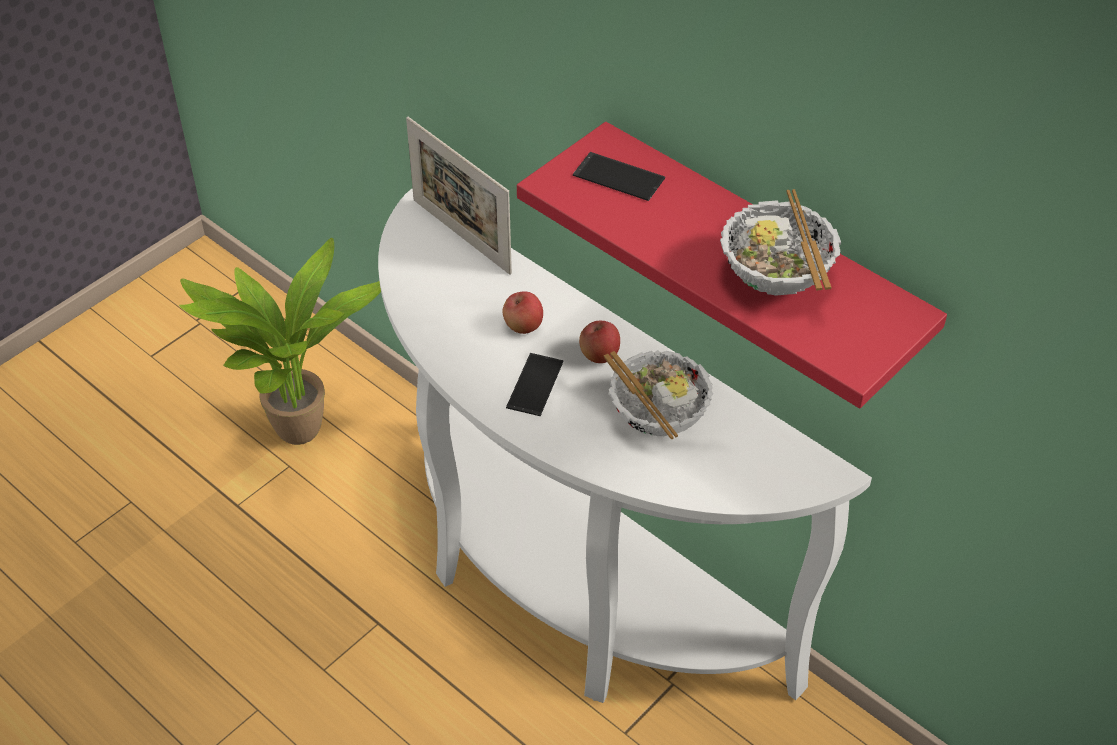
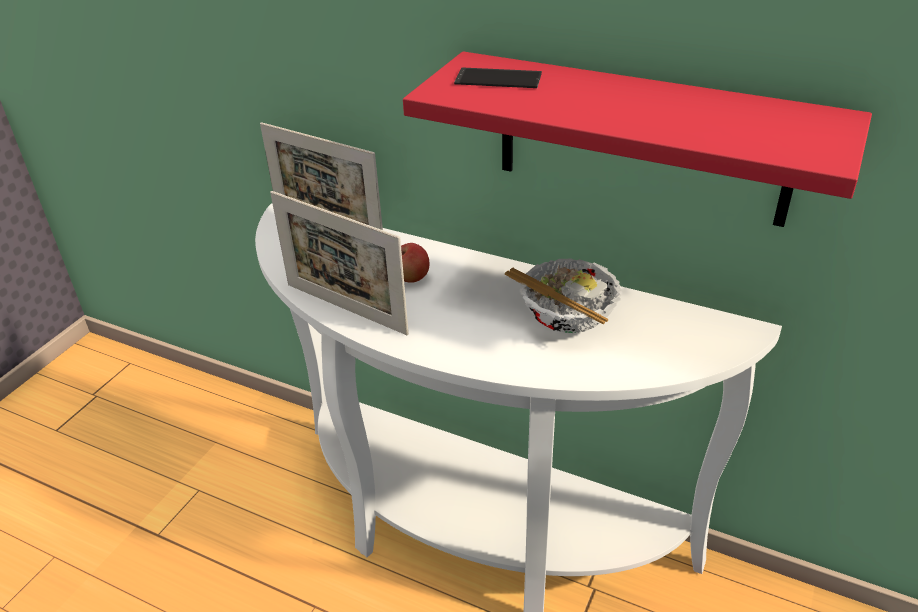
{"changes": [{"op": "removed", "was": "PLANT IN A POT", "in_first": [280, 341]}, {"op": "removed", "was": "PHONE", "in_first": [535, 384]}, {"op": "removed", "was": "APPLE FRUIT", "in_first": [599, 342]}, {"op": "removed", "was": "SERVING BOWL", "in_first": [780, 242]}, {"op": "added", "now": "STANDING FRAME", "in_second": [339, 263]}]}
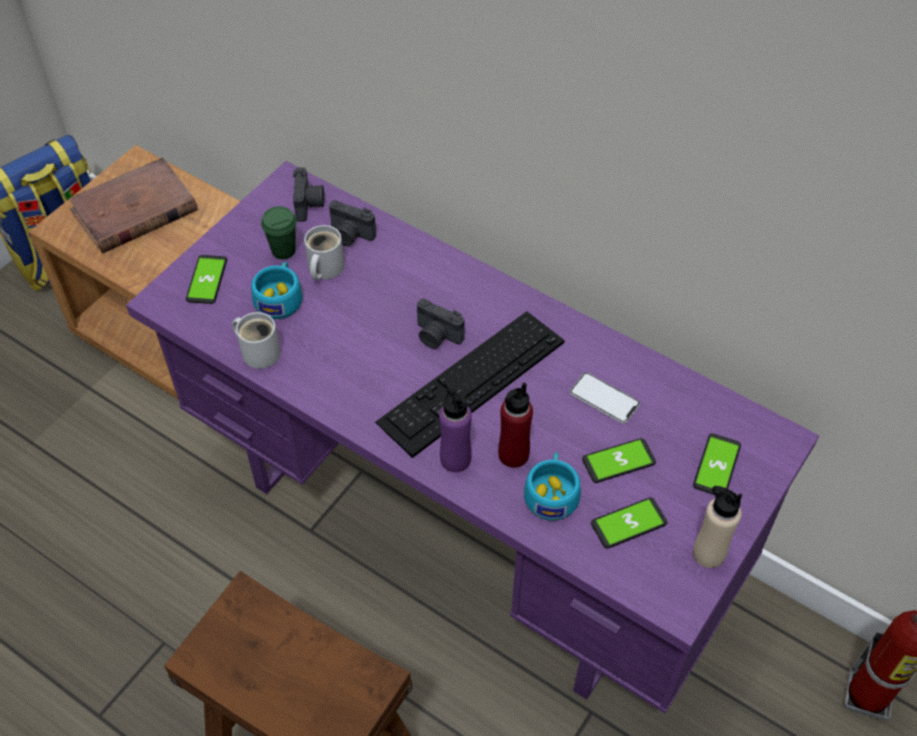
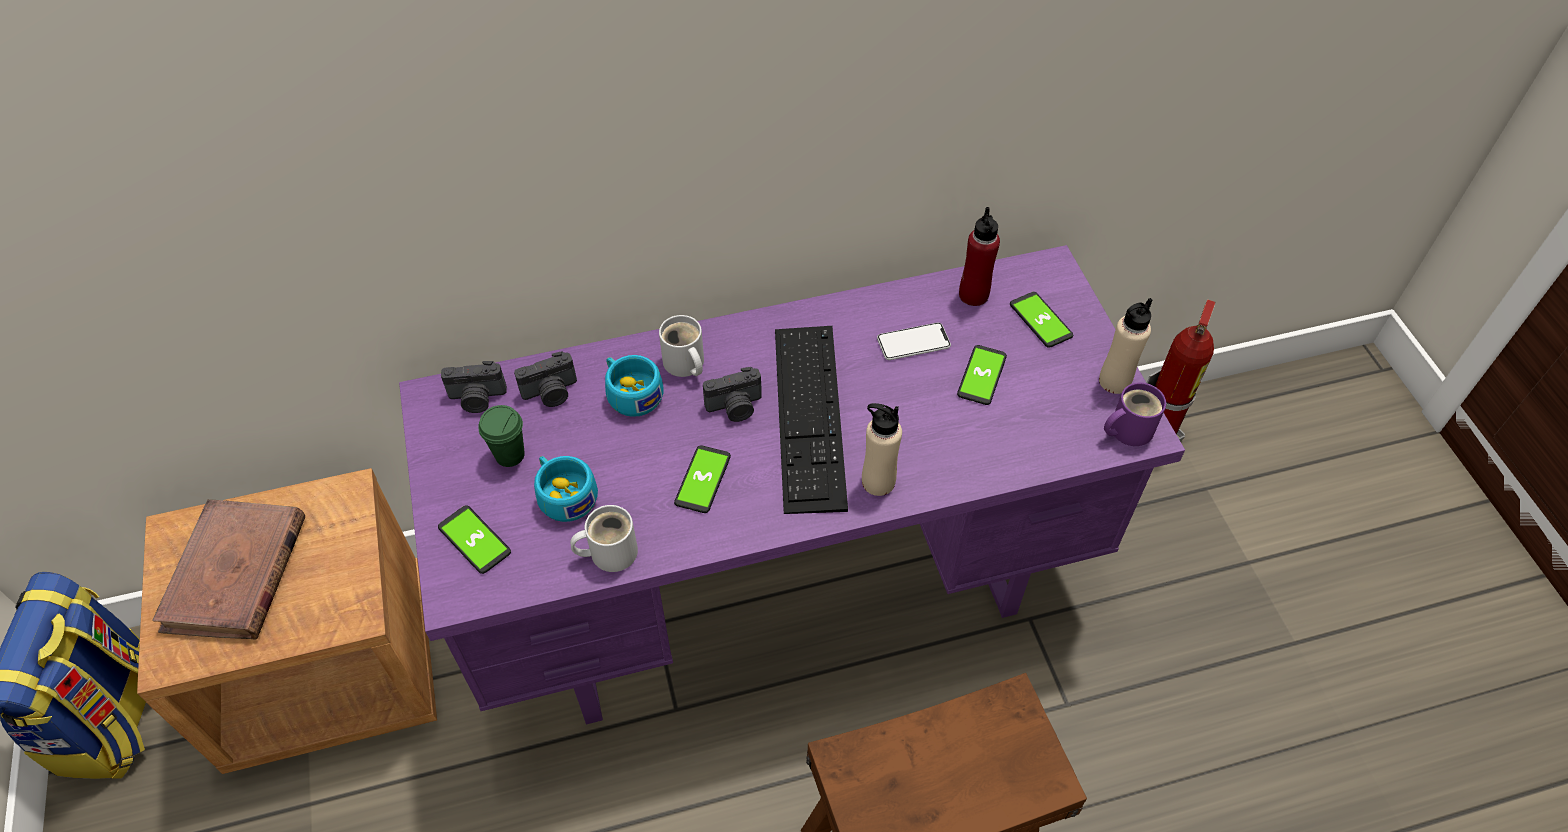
{"changes": [{"op": "added", "now": "PURPLE COFFEE MUG", "in_second": [1135, 414]}, {"op": "moved", "was": "WHITE COFFEE MUG", "in_first": [324, 252], "in_second": [681, 346]}, {"op": "moved", "was": "REDDISH DRINK BOTTLE", "in_first": [515, 425], "in_second": [979, 256]}, {"op": "moved", "was": "TURQUOISE-COLOURED DRINKING CUP", "in_first": [552, 486], "in_second": [634, 386]}, {"op": "moved", "was": "PHONE", "in_first": [629, 522], "in_second": [702, 479]}, {"op": "recoloured", "was": "PURPLE DRINK BOTTLE", "now": "SAND-COLOURED DRINK BOTTLE", "in_first": [455, 427], "in_second": [882, 449]}, {"op": "turned", "was": "PHOTO CAMERA", "in_first": [308, 194], "in_second": [474, 387], "clockwise": 135}]}
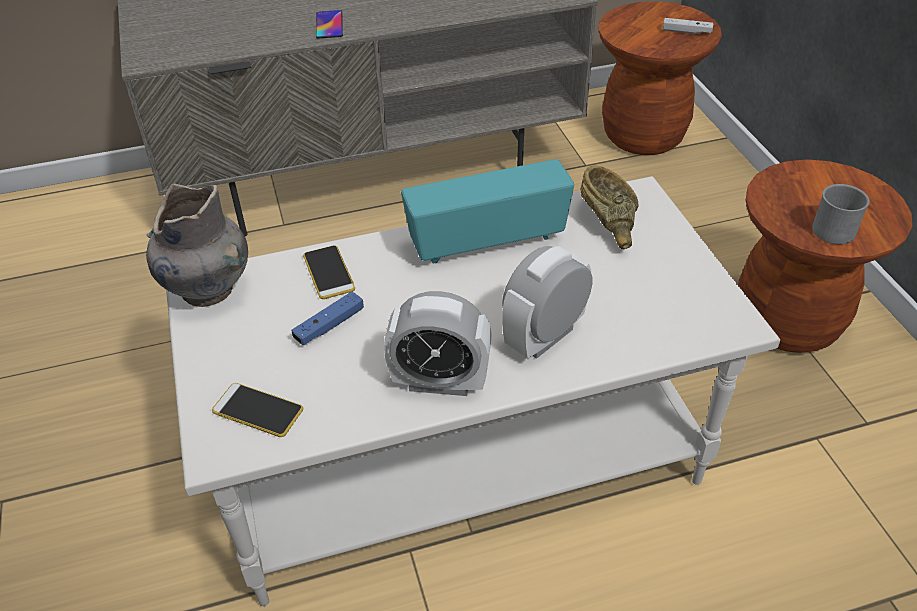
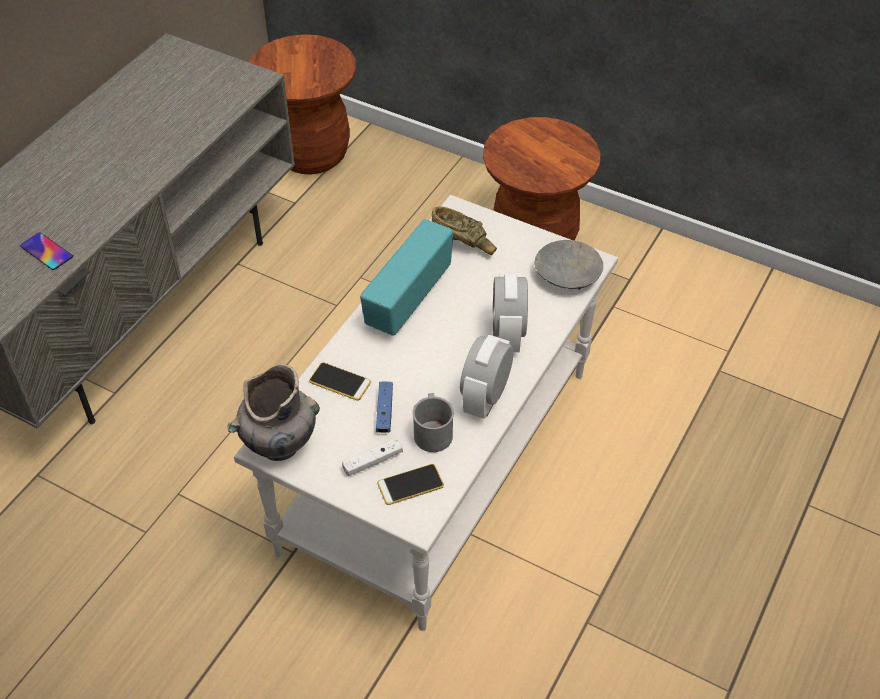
{"changes": [{"op": "added", "now": "GRAY SERVING BOWL", "in_second": [569, 265]}, {"op": "moved", "was": "PHONE", "in_first": [329, 24], "in_second": [46, 251]}, {"op": "moved", "was": "WHITE GAME CONTROLLER", "in_first": [688, 26], "in_second": [372, 457]}, {"op": "moved", "was": "GRAY COFFEE MUG", "in_first": [841, 214], "in_second": [433, 422]}, {"op": "turned", "was": "BEDSIDE CLOCK", "in_first": [438, 343], "in_second": [486, 376], "clockwise": 150}]}
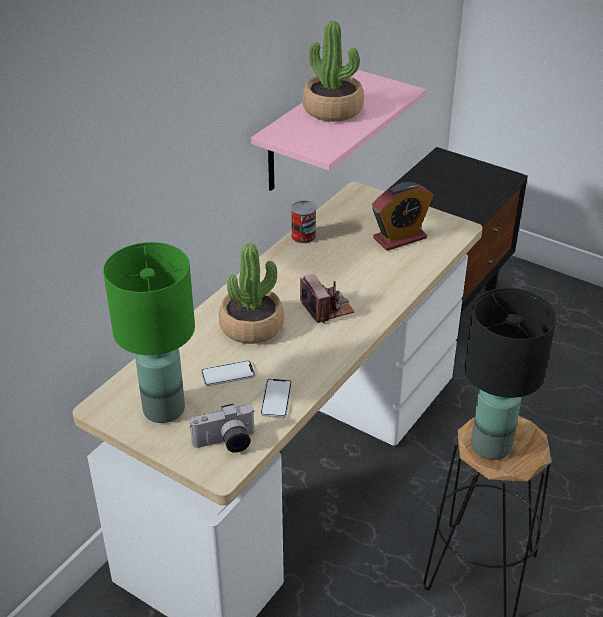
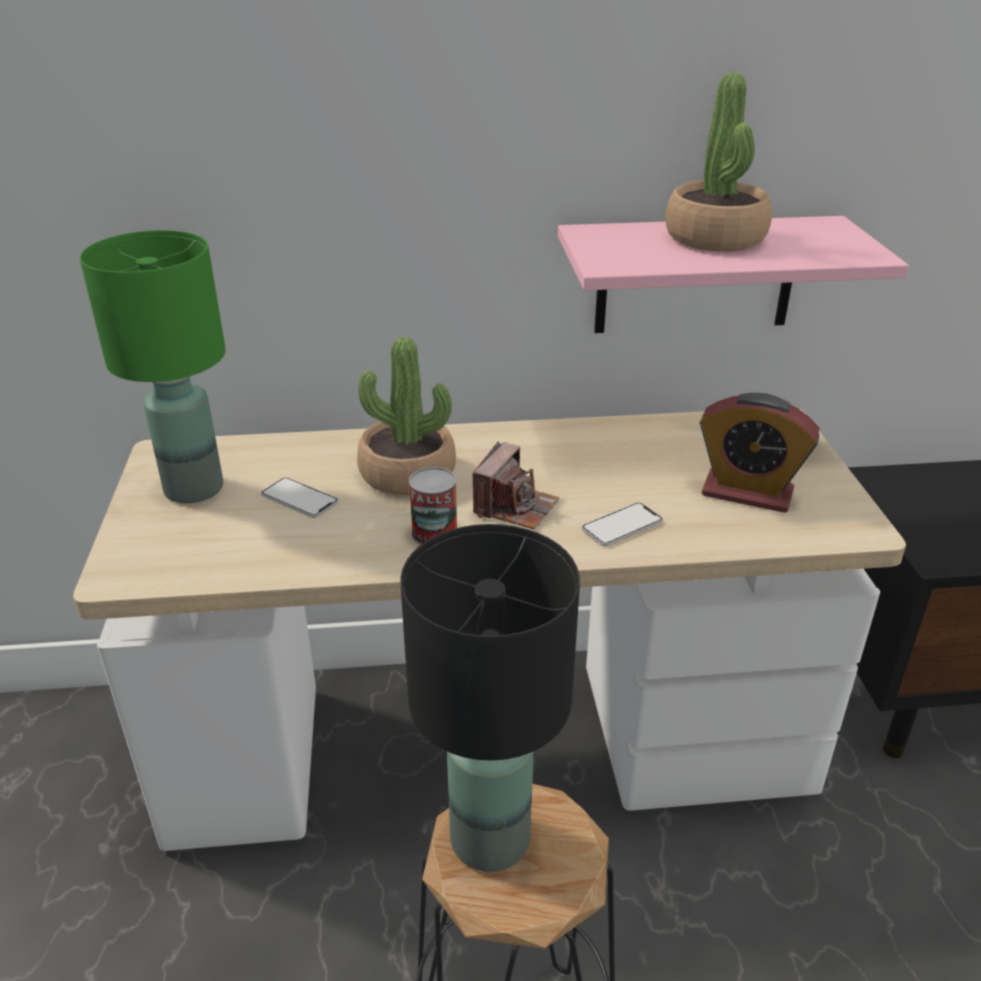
{"changes": [{"op": "removed", "was": "PHOTO CAMERA", "in_first": [222, 428]}, {"op": "moved", "was": "PHONE", "in_first": [276, 398], "in_second": [622, 524]}, {"op": "moved", "was": "CAN", "in_first": [303, 222], "in_second": [433, 505]}]}
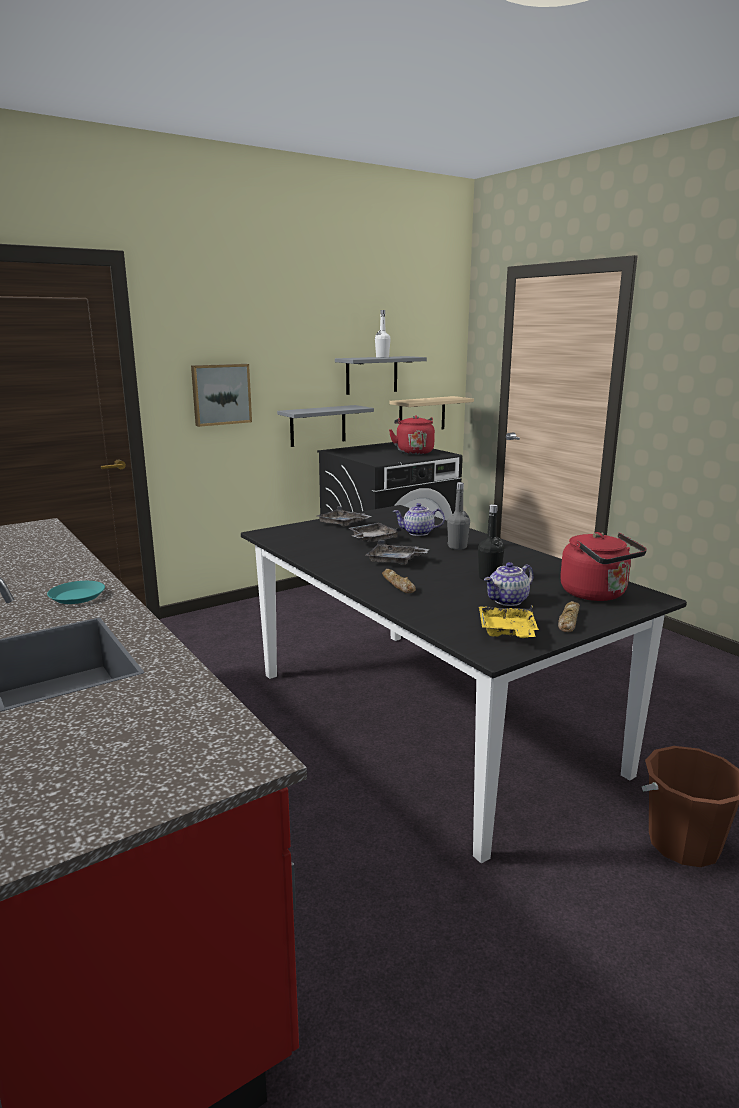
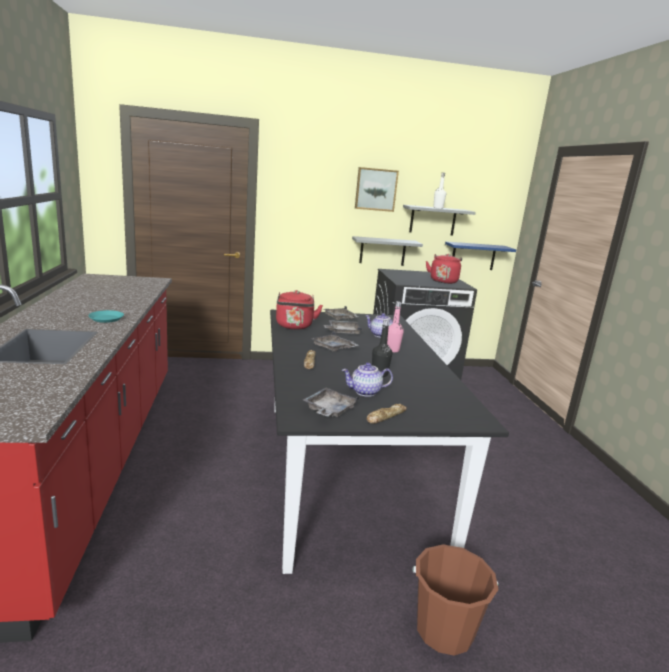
{"changes": [{"op": "moved", "was": "WALL PICTURE", "in_first": [221, 395], "in_second": [377, 189]}, {"op": "moved", "was": "REDDISH KETTLE", "in_first": [603, 566], "in_second": [299, 309]}, {"op": "recoloured", "was": "SAND-COLOURED WALL SHELF", "now": "BLUE WALL SHELF", "in_first": [431, 412], "in_second": [480, 256]}, {"op": "recoloured", "was": "GRAY DRINK BOTTLE", "now": "PINKISH DRINK BOTTLE", "in_first": [458, 516], "in_second": [395, 326]}, {"op": "recoloured", "was": "YELLOW-COLOURED TRAY", "now": "GRAY TRAY", "in_first": [509, 621], "in_second": [331, 402]}]}
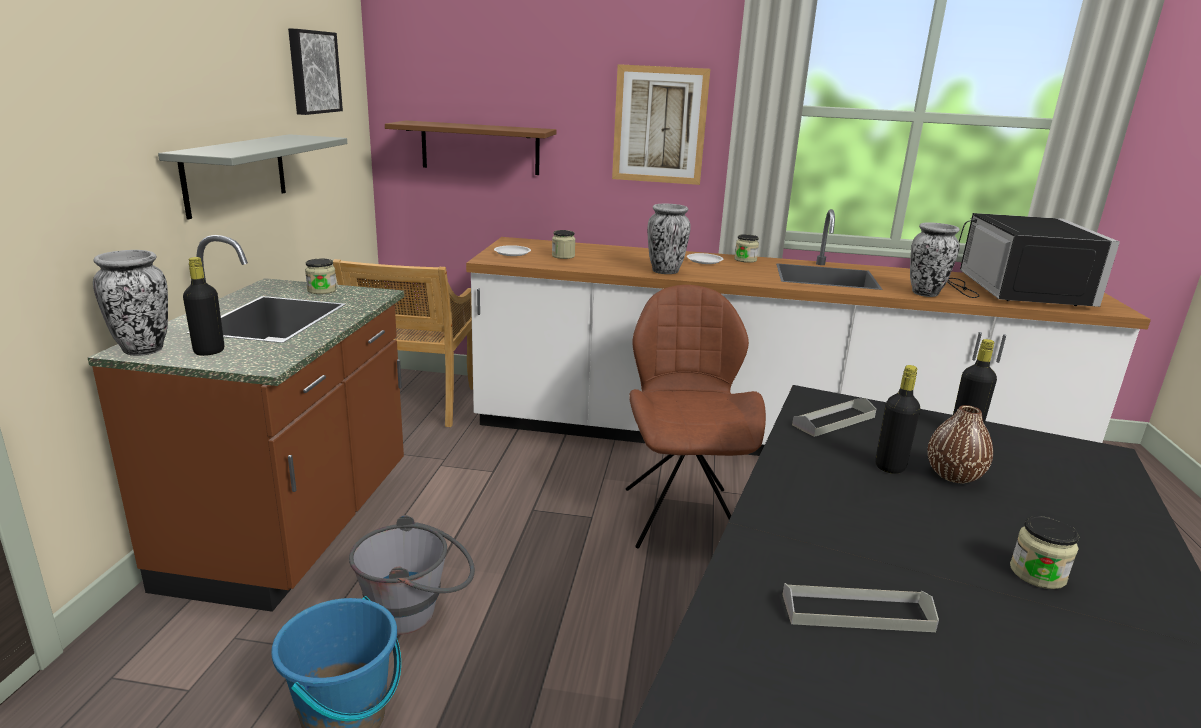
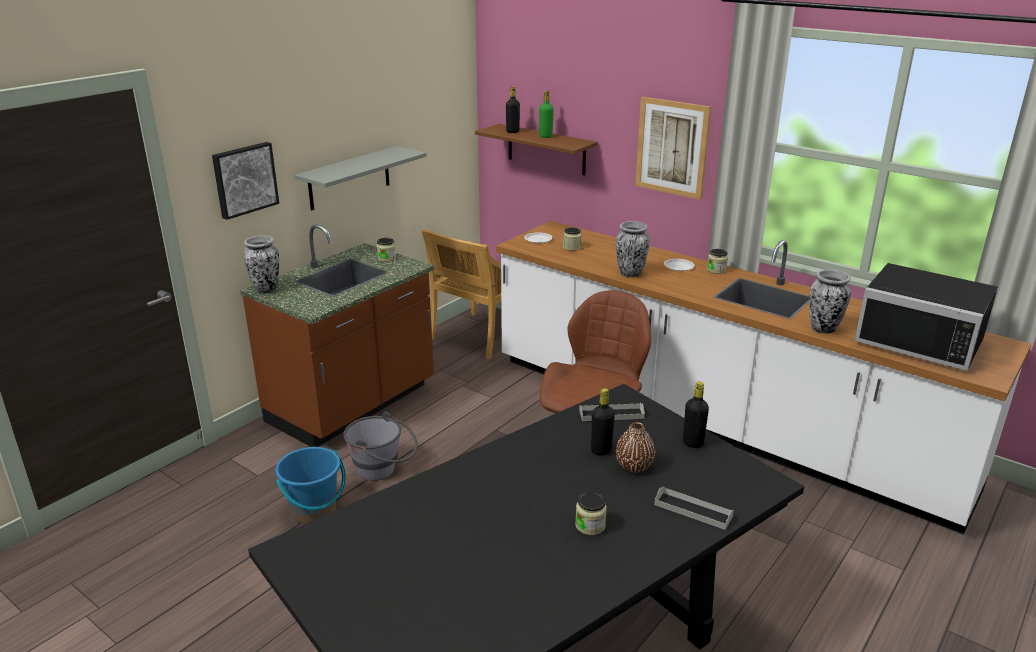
{"changes": [{"op": "added", "now": "GREEN-COLOURED DRINK BOTTLE", "in_second": [546, 114]}, {"op": "moved", "was": "BLACK-COLOURED DRINK BOTTLE", "in_first": [203, 306], "in_second": [513, 110]}, {"op": "moved", "was": "WALL PICTURE", "in_first": [315, 71], "in_second": [245, 181]}, {"op": "moved", "was": "GRAY TRAY", "in_first": [860, 607], "in_second": [694, 508]}, {"op": "turned", "was": "BLACK-COLOURED MICROWAVE OVEN", "in_first": [1033, 260], "in_second": [926, 317], "clockwise": 90}]}
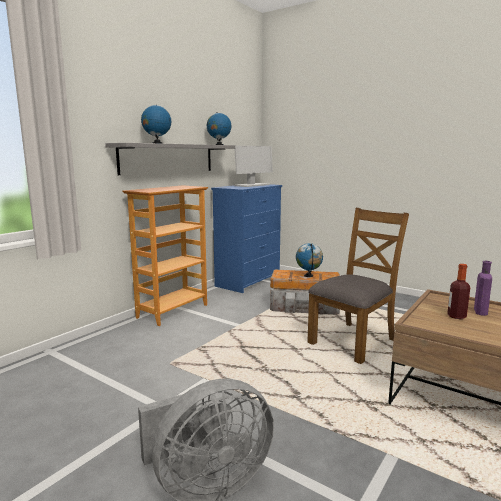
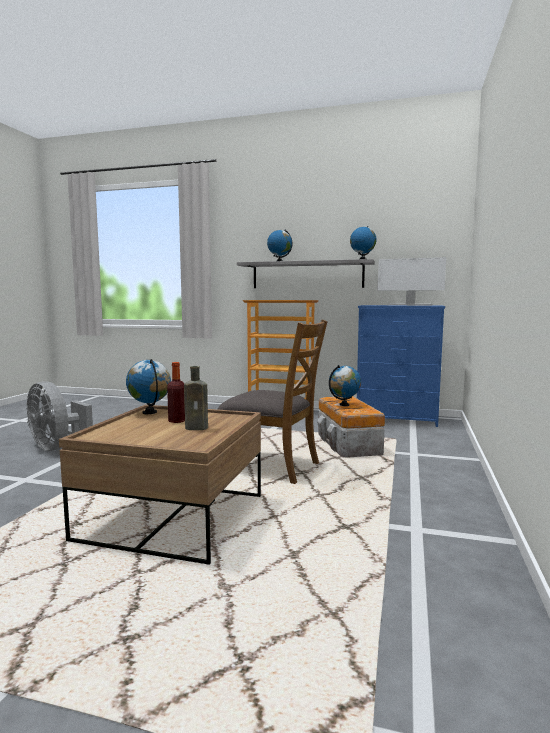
{"changes": [{"op": "added", "now": "DESK GLOBE", "in_second": [148, 386]}, {"op": "recoloured", "was": "PURPLE DRINK BOTTLE", "now": "BROWNISH DRINK BOTTLE", "in_first": [483, 288], "in_second": [196, 398]}]}
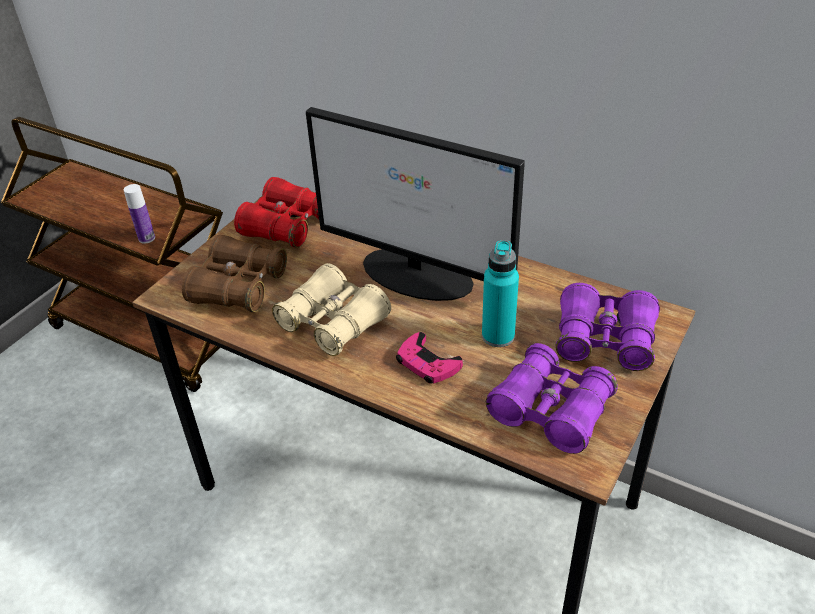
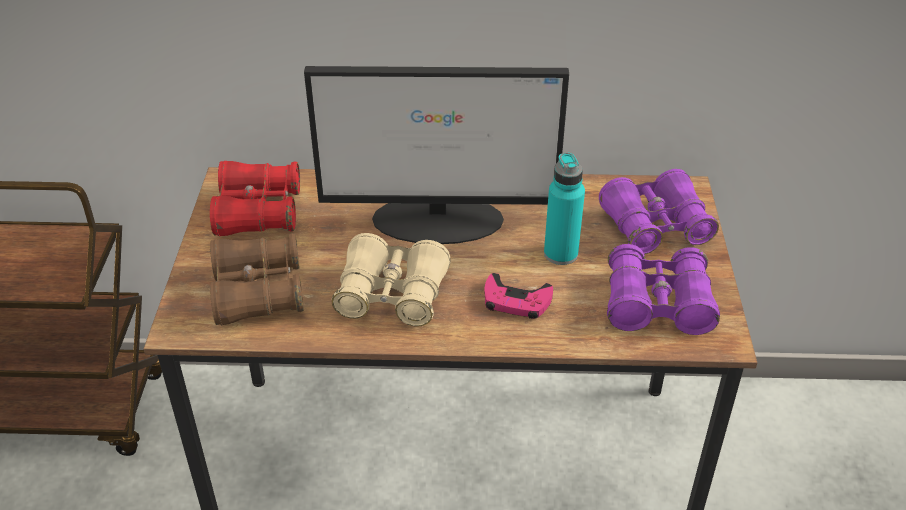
{"changes": [{"op": "removed", "was": "DRINK BOTTLE", "in_first": [139, 214]}]}
